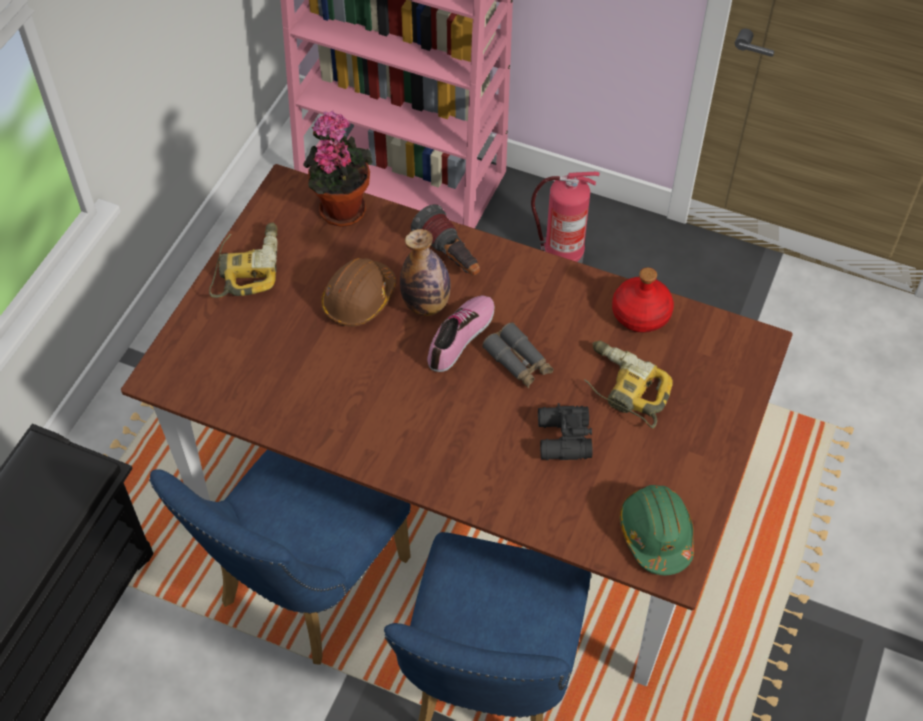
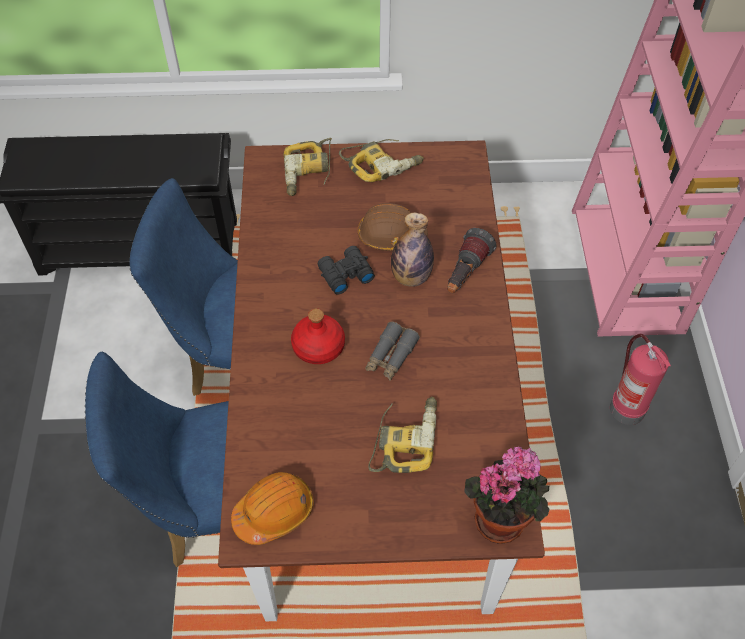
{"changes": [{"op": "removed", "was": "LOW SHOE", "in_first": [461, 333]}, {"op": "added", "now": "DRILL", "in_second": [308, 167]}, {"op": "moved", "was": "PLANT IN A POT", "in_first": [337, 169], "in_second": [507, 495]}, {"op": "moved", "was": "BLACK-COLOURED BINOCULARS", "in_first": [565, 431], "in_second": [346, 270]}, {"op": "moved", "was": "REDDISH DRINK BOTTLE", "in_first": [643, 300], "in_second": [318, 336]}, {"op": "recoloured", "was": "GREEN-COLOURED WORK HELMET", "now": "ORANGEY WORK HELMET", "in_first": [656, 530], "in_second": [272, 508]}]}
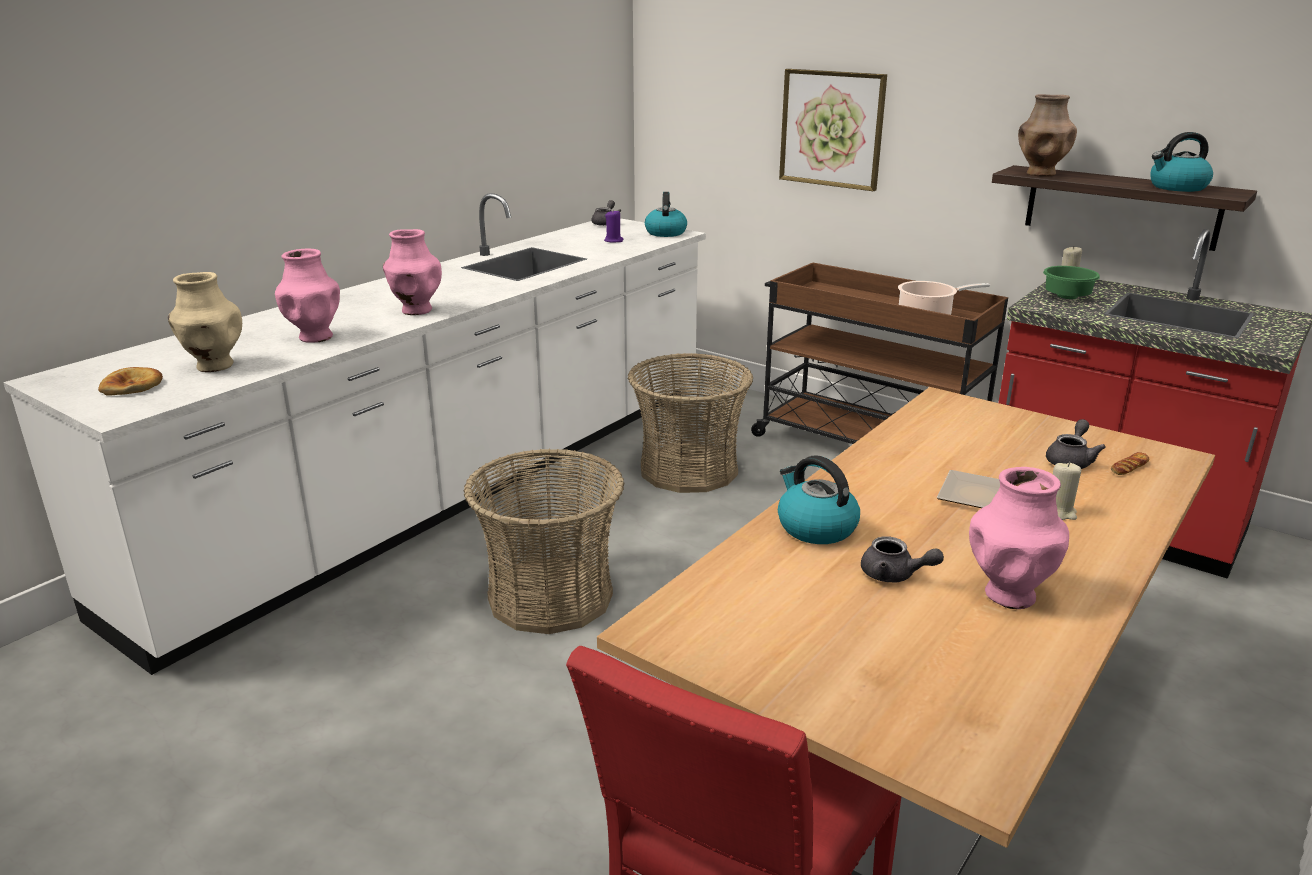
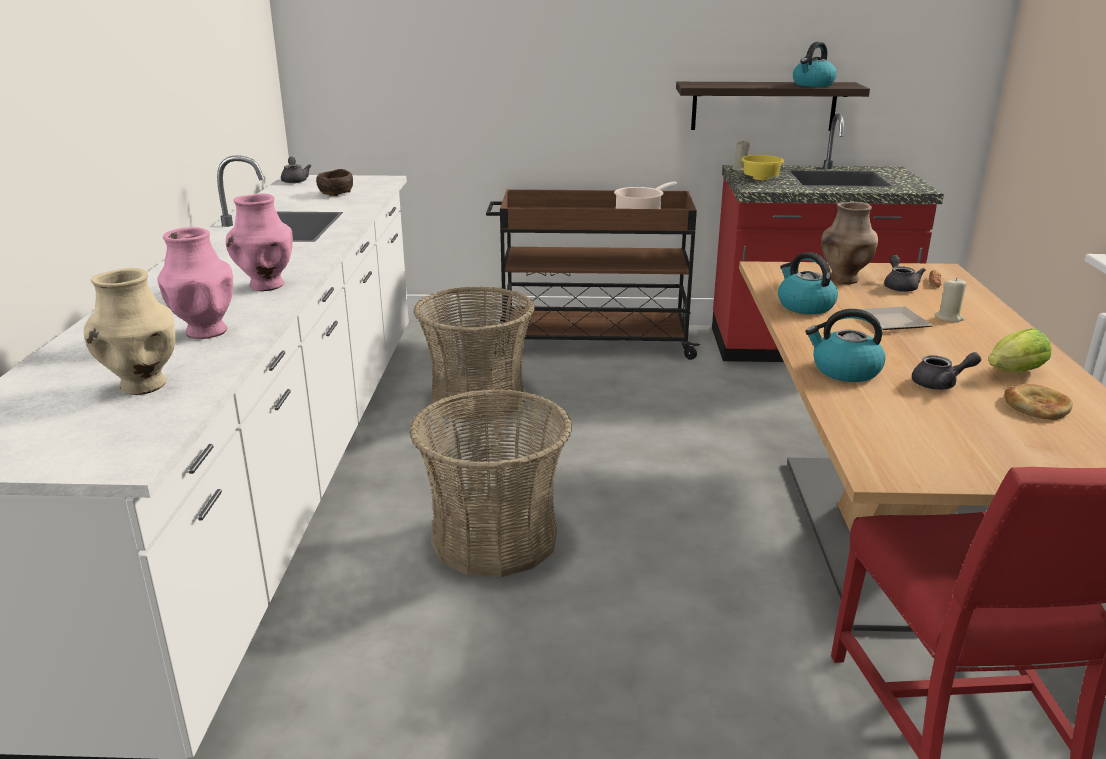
{"changes": [{"op": "removed", "was": "WALL PICTURE", "in_first": [833, 130]}, {"op": "moved", "was": "BREAD", "in_first": [130, 381], "in_second": [1038, 402]}, {"op": "moved", "was": "KETTLE", "in_first": [666, 214], "in_second": [808, 283]}, {"op": "moved", "was": "BROWNISH FLOWER VASE", "in_first": [1047, 135], "in_second": [849, 243]}, {"op": "replaced", "was": "PURPLE CANDLE", "now": "BROWNISH SERVING BOWL", "in_first": [614, 227], "in_second": [334, 182]}, {"op": "replaced", "was": "PINKISH FLOWER VASE", "now": "HEAD OF LETTUCE", "in_first": [1019, 538], "in_second": [1019, 350]}, {"op": "recoloured", "was": "GREEN-COLOURED SERVING BOWL", "now": "YELLOW-COLOURED SERVING BOWL", "in_first": [1071, 282], "in_second": [762, 167]}]}
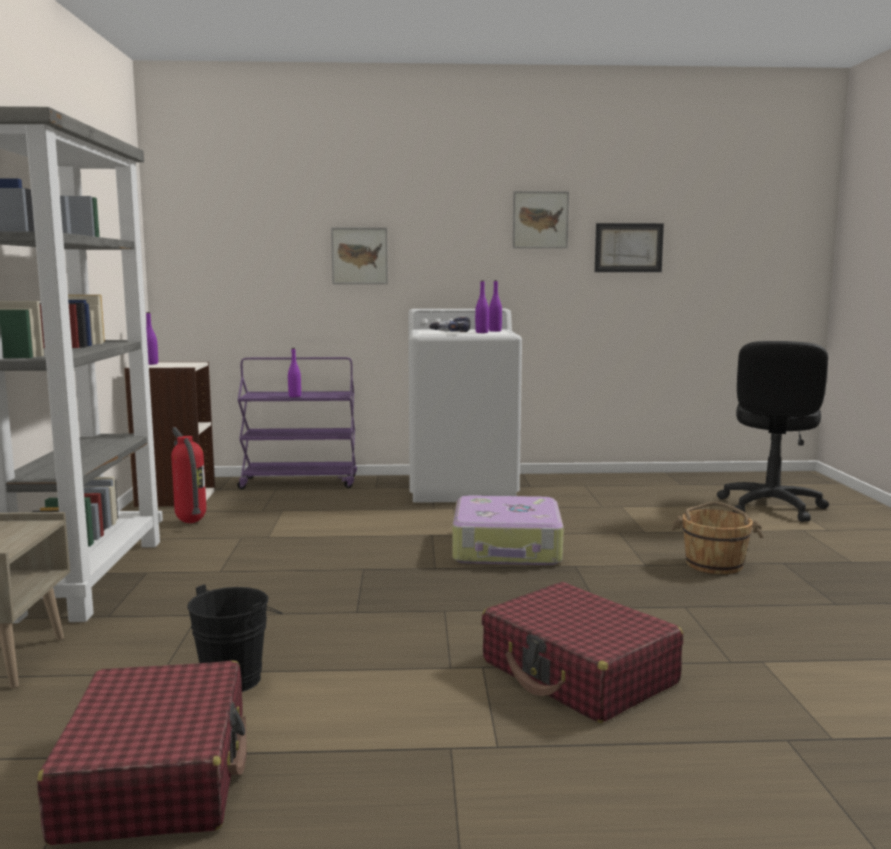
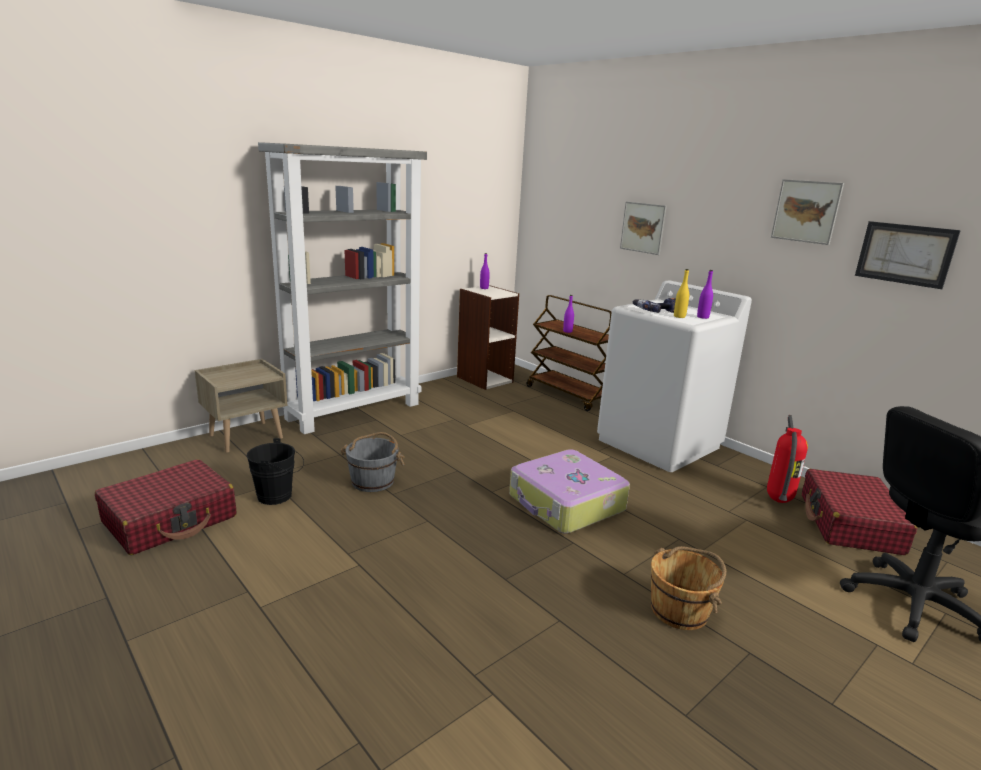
{"changes": [{"op": "added", "now": "GRAY BUCKET", "in_second": [373, 462]}, {"op": "moved", "was": "FIRE-FIGHTING CYLINDER", "in_first": [188, 475], "in_second": [787, 459]}, {"op": "moved", "was": "REDDISH TRAVEL CASE", "in_first": [582, 652], "in_second": [860, 512]}, {"op": "recoloured", "was": "PURPLE CART", "now": "BROWNISH CART", "in_first": [297, 423], "in_second": [569, 353]}, {"op": "recoloured", "was": "PURPLE DRINK BOTTLE", "now": "YELLOW-COLOURED DRINK BOTTLE", "in_first": [482, 307], "in_second": [681, 293]}]}
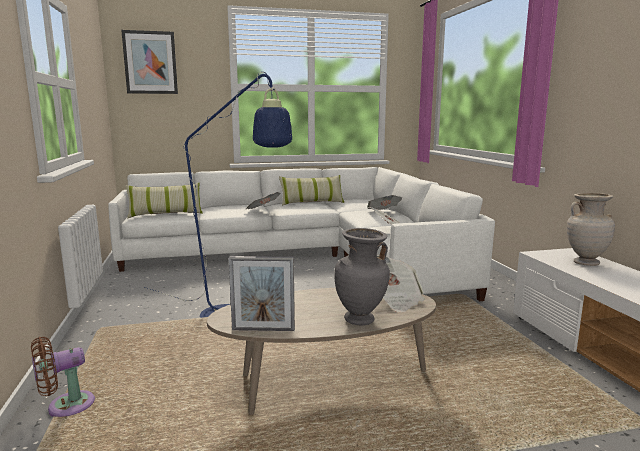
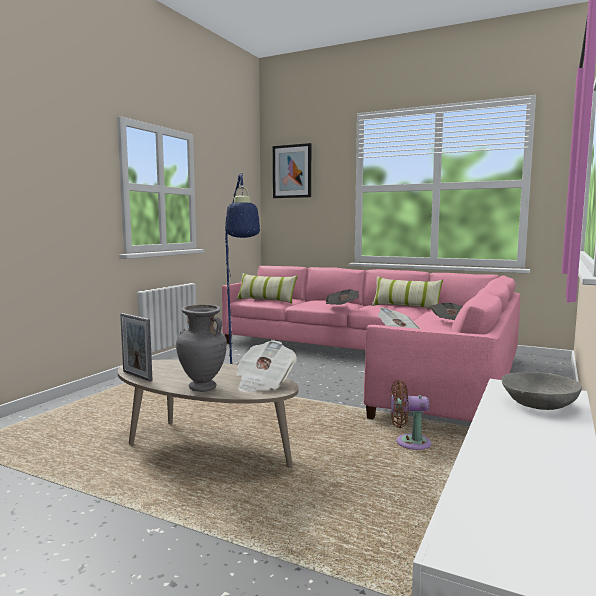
{"changes": [{"op": "moved", "was": "BROWNISH FAN", "in_first": [63, 377], "in_second": [411, 415]}, {"op": "replaced", "was": "SAND-COLOURED FLOWER VASE", "now": "GRAY SERVING BOWL", "in_first": [591, 229], "in_second": [542, 391]}, {"op": "recoloured", "was": "WHITE COUCH", "now": "PINKISH COUCH", "in_first": [301, 234], "in_second": [371, 344]}]}
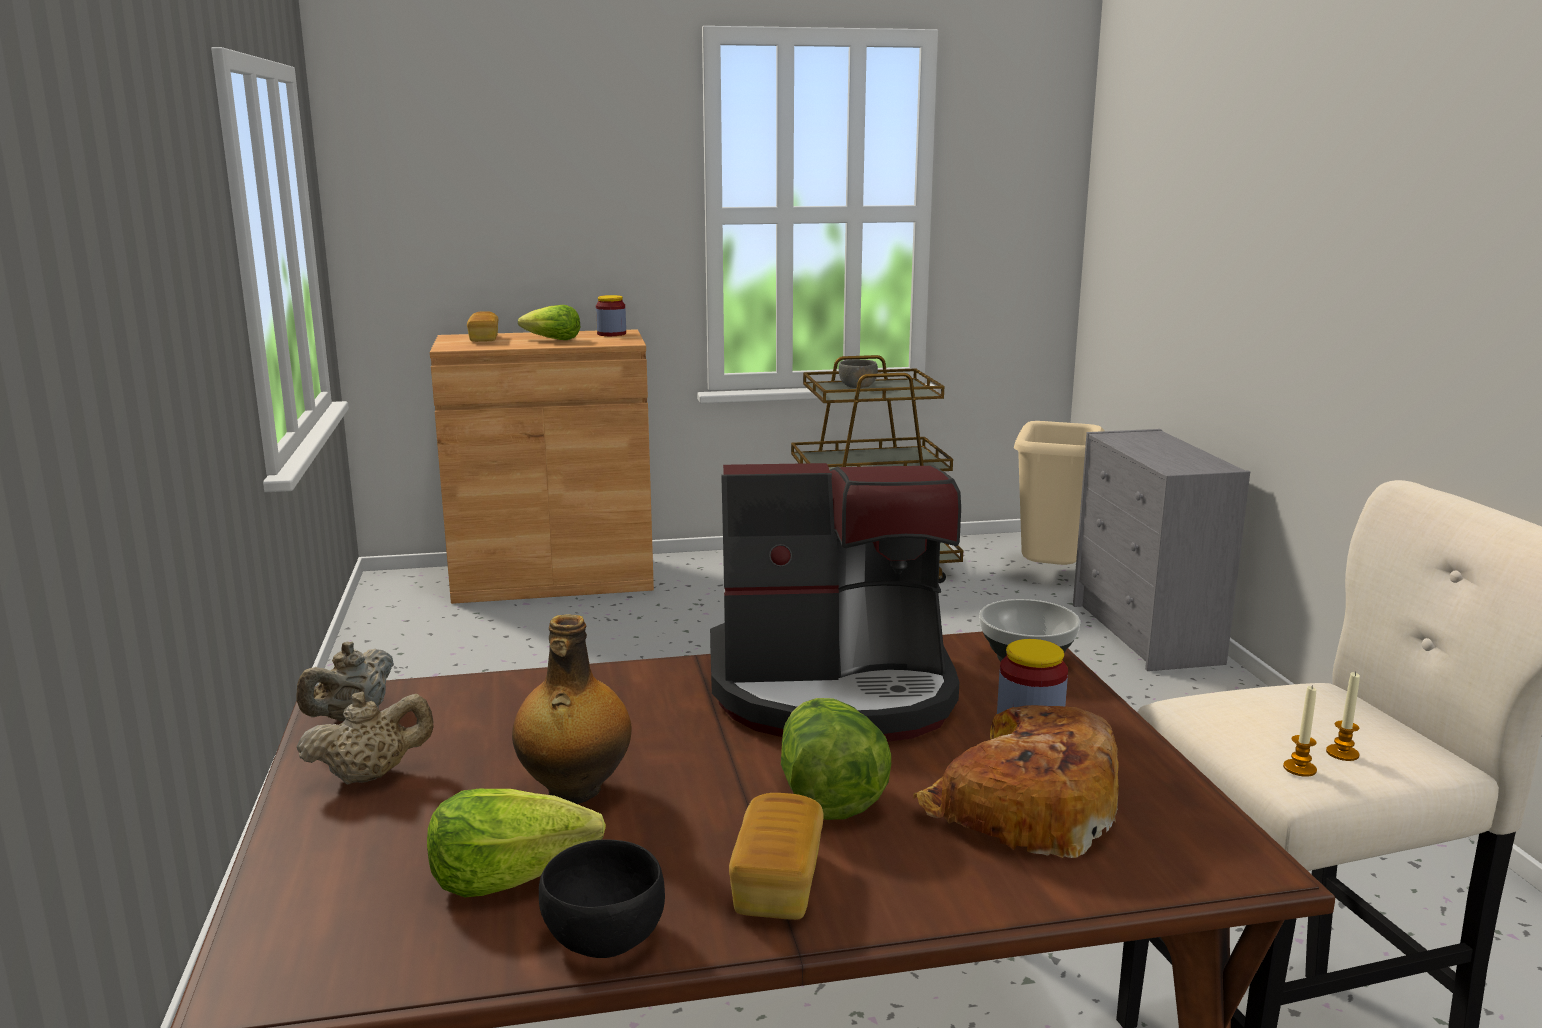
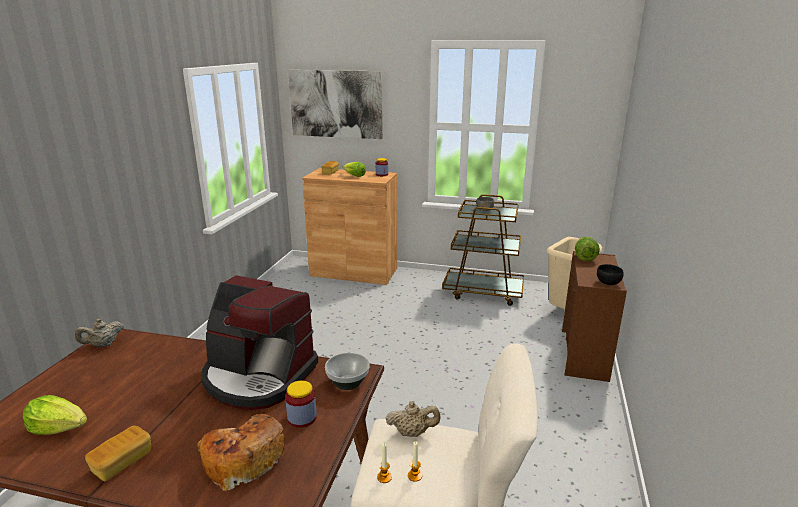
{"changes": [{"op": "removed", "was": "DRINK BOTTLE", "in_first": [572, 709]}, {"op": "added", "now": "WALL PICTURE", "in_second": [335, 104]}, {"op": "moved", "was": "SAND-COLOURED TEAPOT", "in_first": [365, 737], "in_second": [413, 419]}, {"op": "moved", "was": "BLACK-COLOURED SERVING BOWL", "in_first": [602, 899], "in_second": [610, 274]}, {"op": "moved", "was": "HEAD OF LETTUCE", "in_first": [836, 759], "in_second": [587, 249]}, {"op": "recoloured", "was": "GRAY DRESSER", "now": "BROWNISH DRESSER", "in_first": [1161, 550], "in_second": [594, 316]}]}
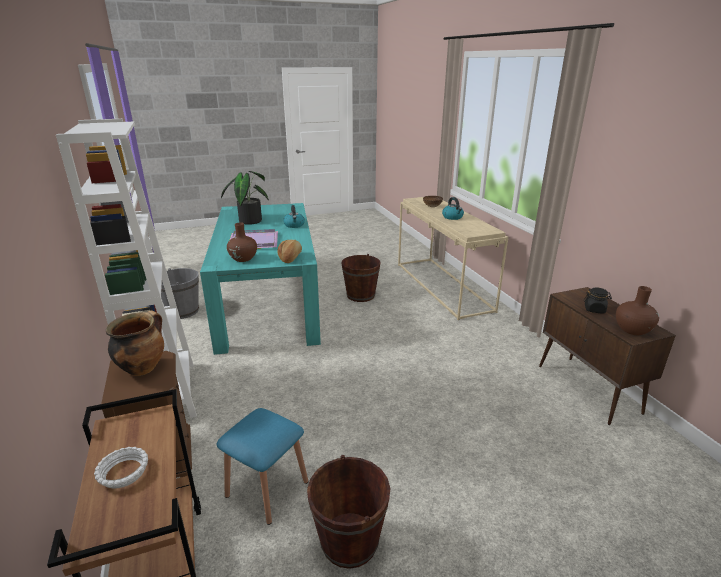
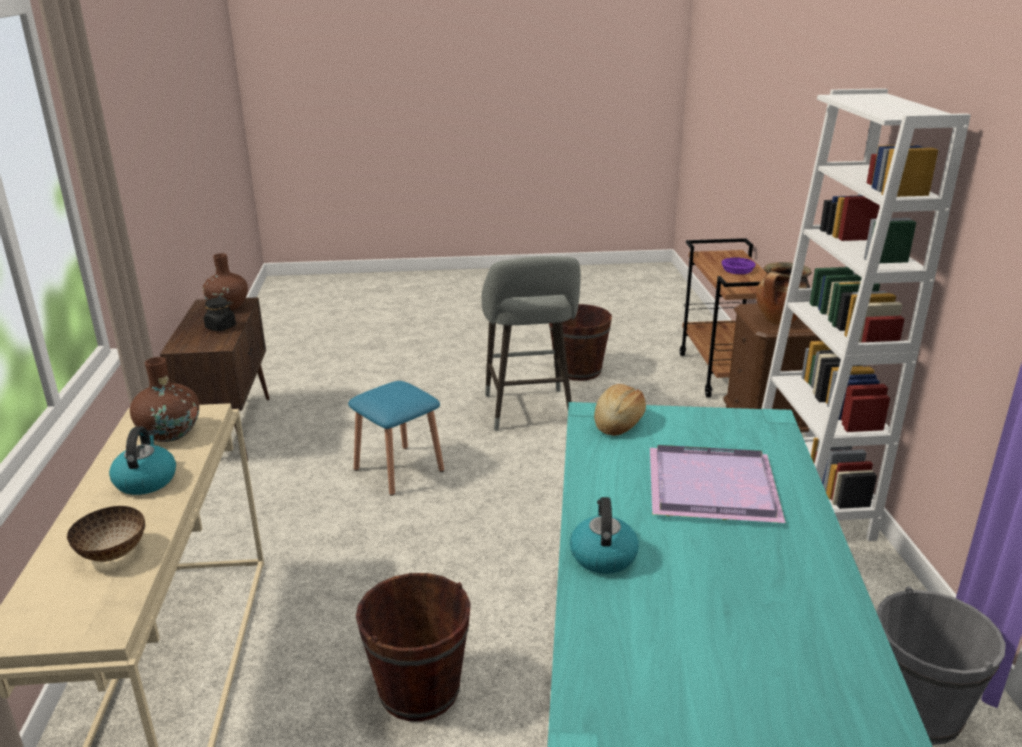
{"changes": [{"op": "removed", "was": "PLANT IN A POT", "in_first": [245, 198]}, {"op": "added", "now": "GRAY SITTING STOOL", "in_second": [531, 343]}, {"op": "moved", "was": "BLUE SITTING STOOL", "in_first": [262, 466], "in_second": [396, 438]}, {"op": "moved", "was": "BROWNISH FLOWER VASE", "in_first": [242, 242], "in_second": [164, 399]}, {"op": "recoloured", "was": "WHITE SERVING BOWL", "now": "PURPLE SERVING BOWL", "in_first": [121, 467], "in_second": [738, 265]}]}
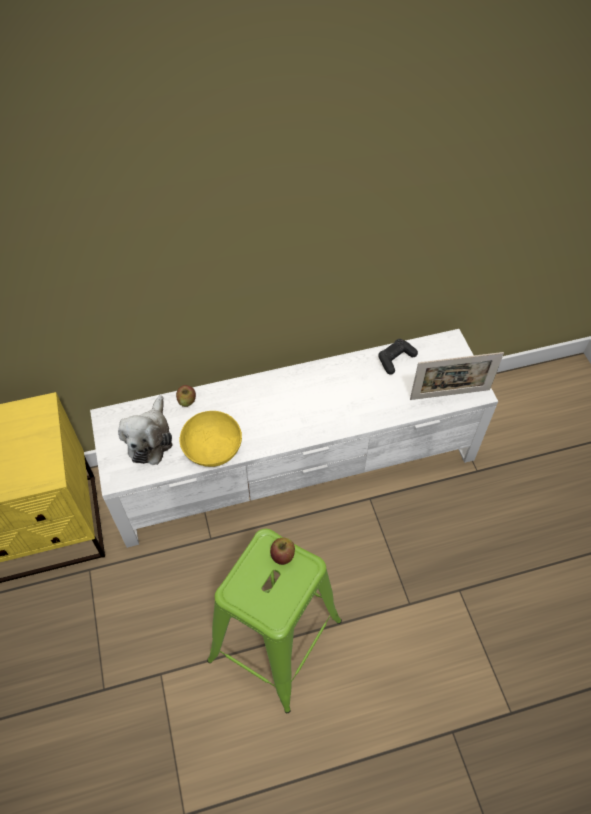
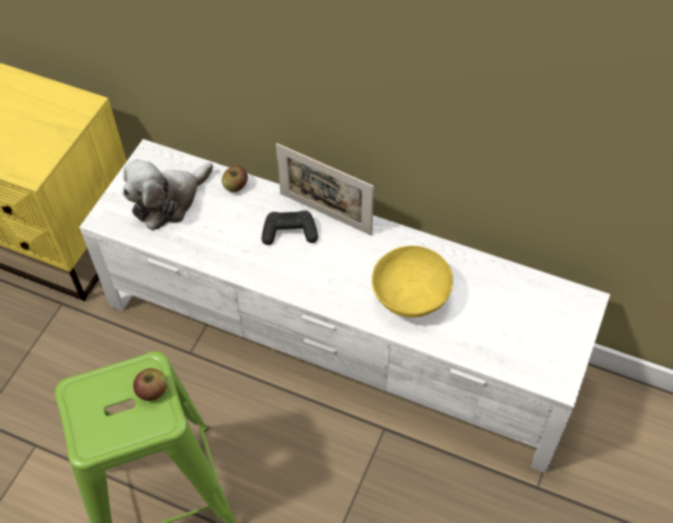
{"changes": [{"op": "moved", "was": "YELLOW-COLOURED SERVING BOWL", "in_first": [210, 439], "in_second": [412, 282]}, {"op": "moved", "was": "BLACK-COLOURED GAME CONTROLLER", "in_first": [398, 357], "in_second": [290, 227]}, {"op": "moved", "was": "STANDING FRAME", "in_first": [457, 376], "in_second": [325, 189]}]}
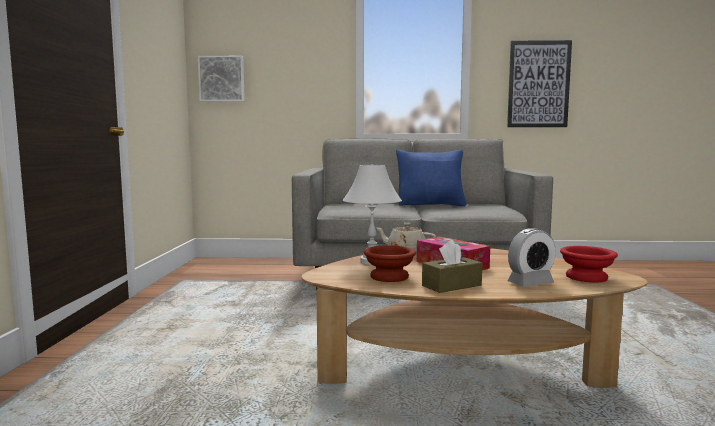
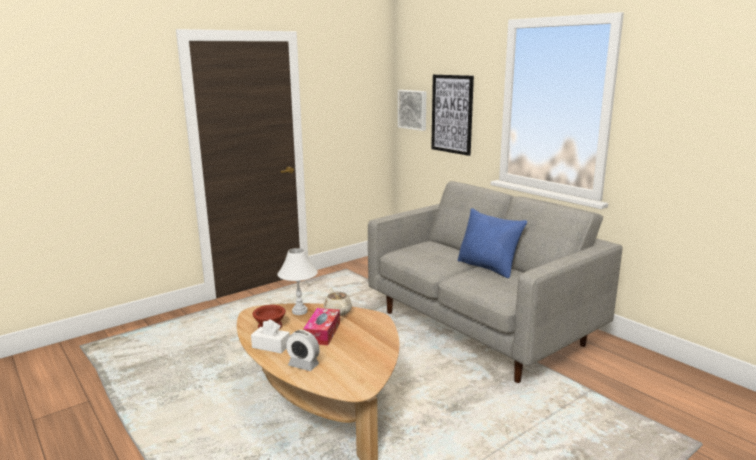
{"changes": [{"op": "removed", "was": "REDDISH SERVING BOWL", "in_first": [589, 264]}, {"op": "moved", "was": "WALL PICTURE", "in_first": [539, 83], "in_second": [452, 115]}, {"op": "recoloured", "was": "BROWNISH TISSUE HOLDER", "now": "WHITE TISSUE HOLDER", "in_first": [452, 266], "in_second": [270, 336]}]}
